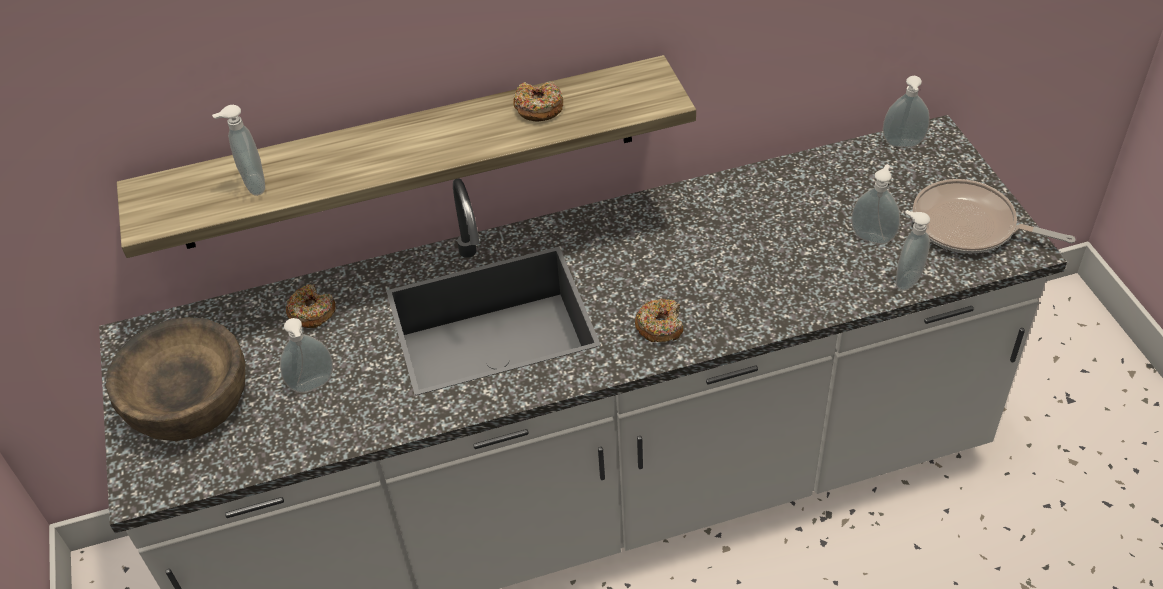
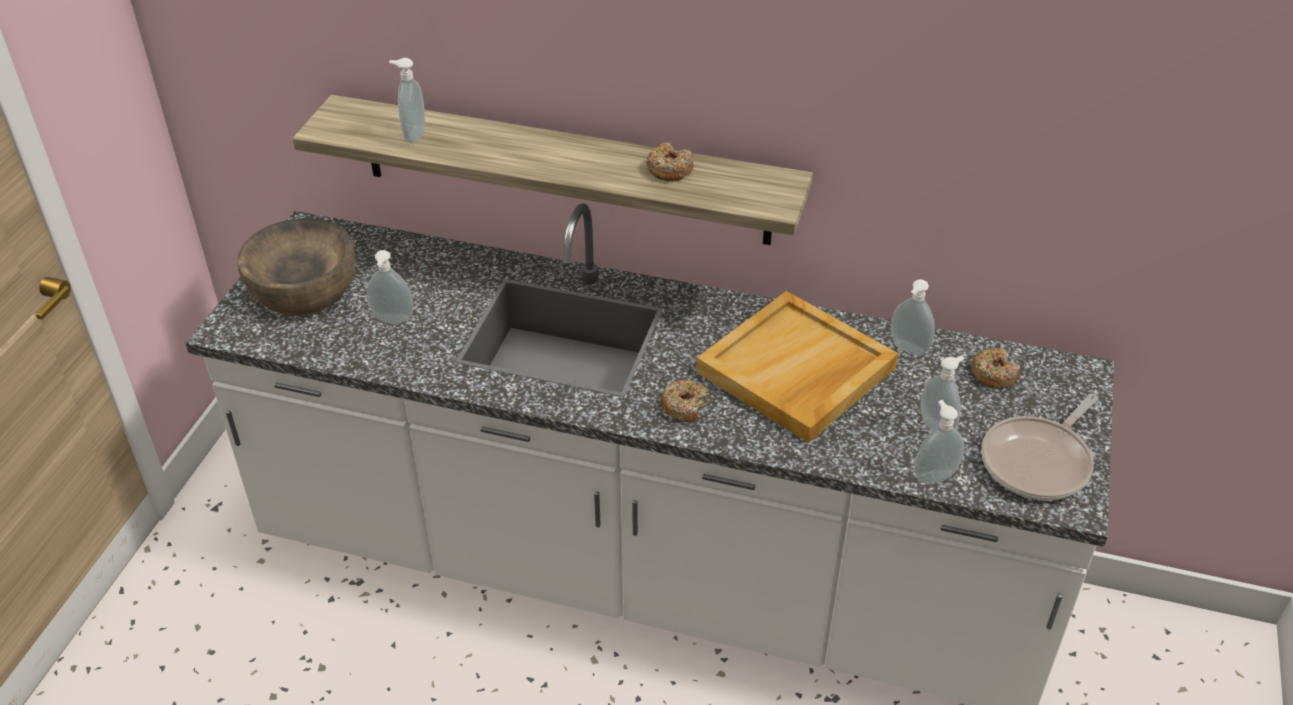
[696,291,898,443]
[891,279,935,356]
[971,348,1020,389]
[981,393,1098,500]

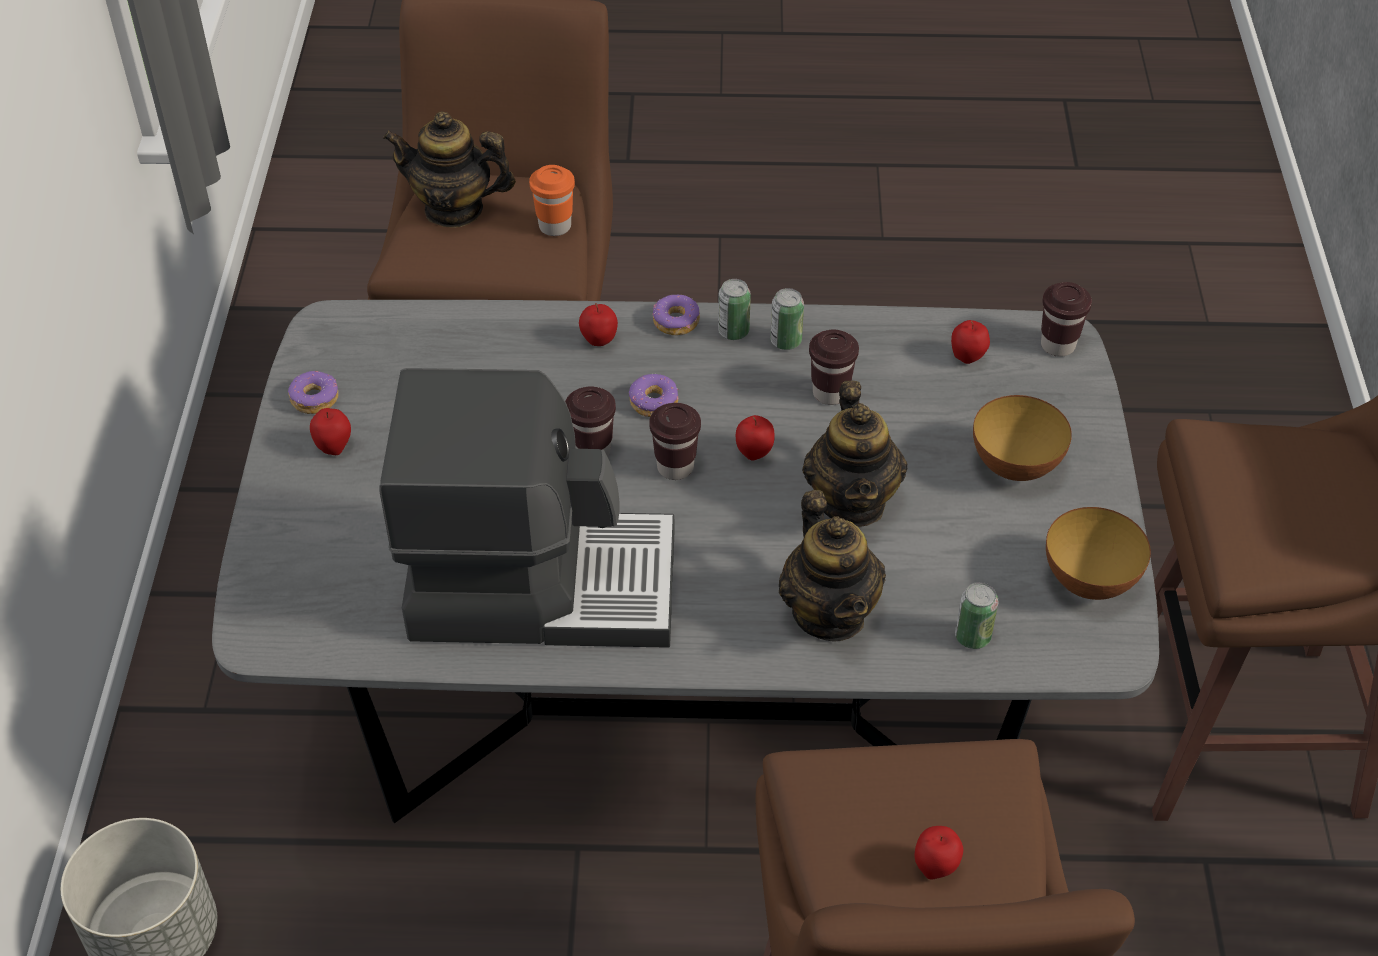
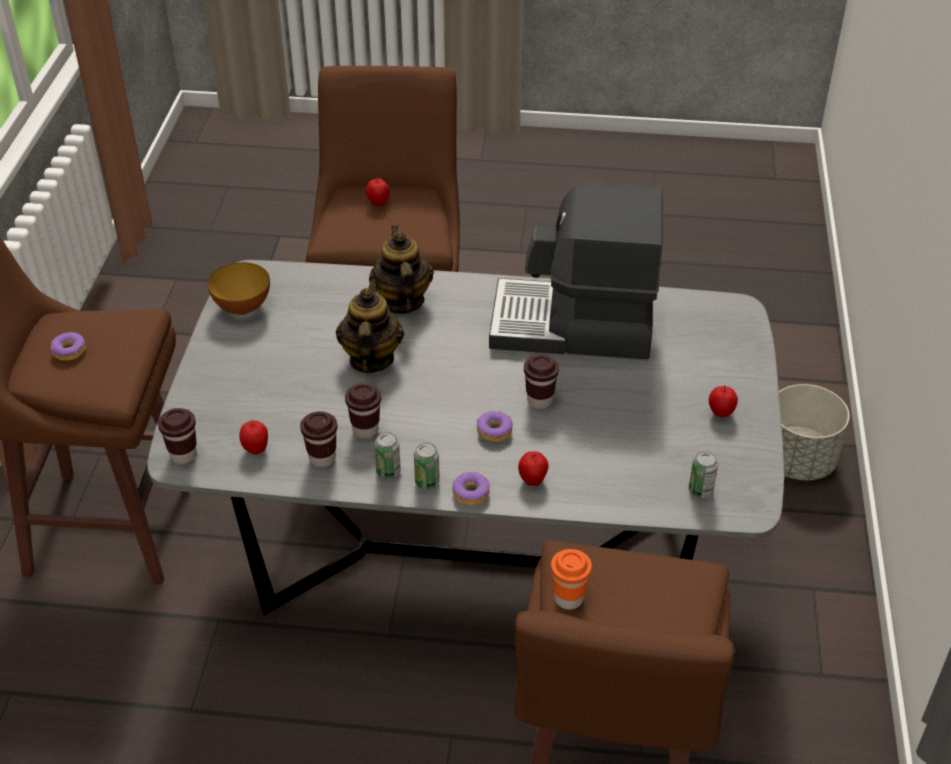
[50,332,86,361]
[300,411,338,467]
[689,451,718,498]
[383,111,516,228] (first image)
[736,415,775,460] (first image)
[973,395,1072,481] (first image)

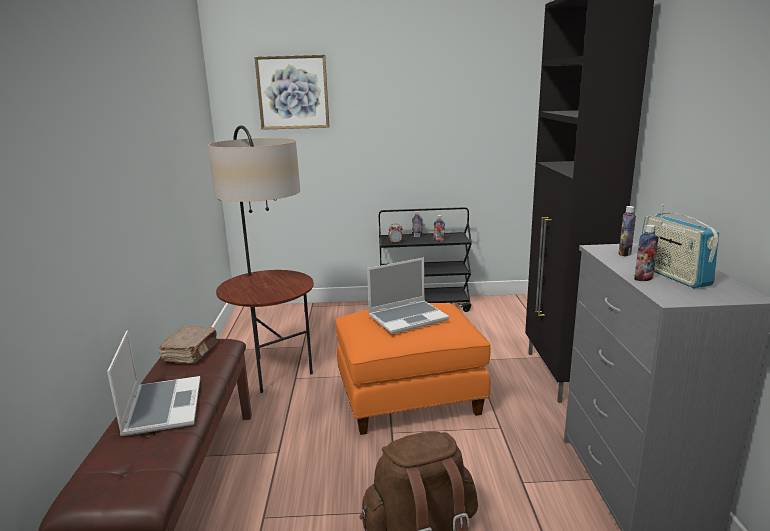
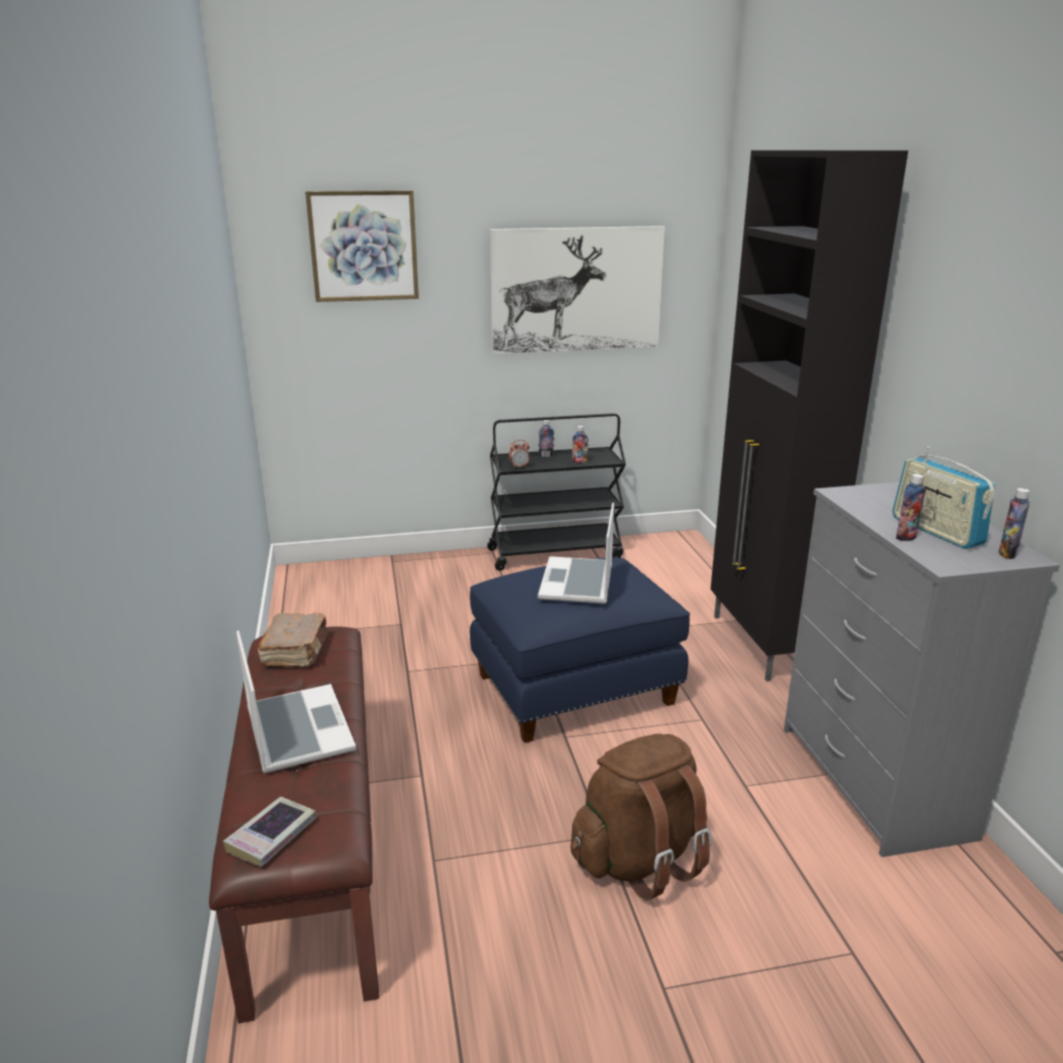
[223,797,317,867]
[470,557,690,743]
[490,226,665,354]
[538,503,614,604]
[999,488,1030,559]
[208,125,314,393] (first image)

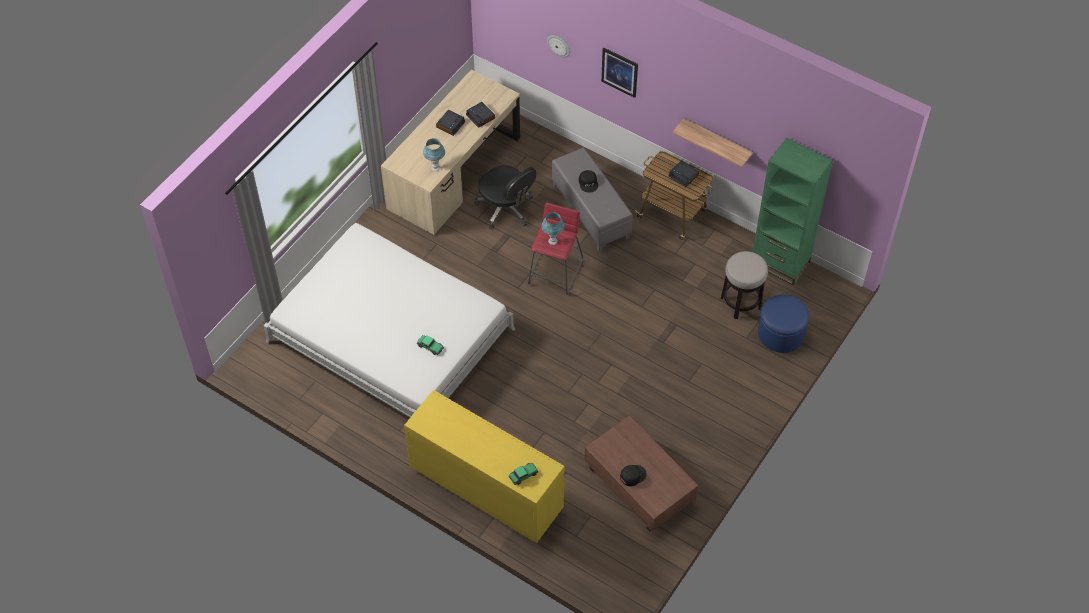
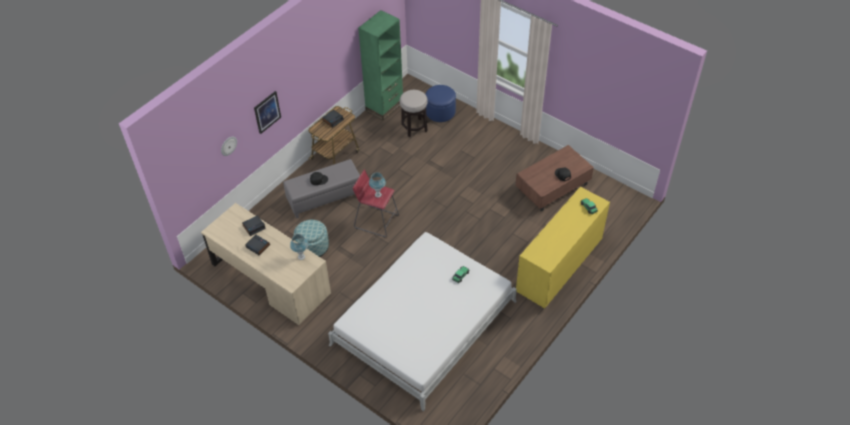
[294,220,329,257]
[672,118,753,167] (first image)

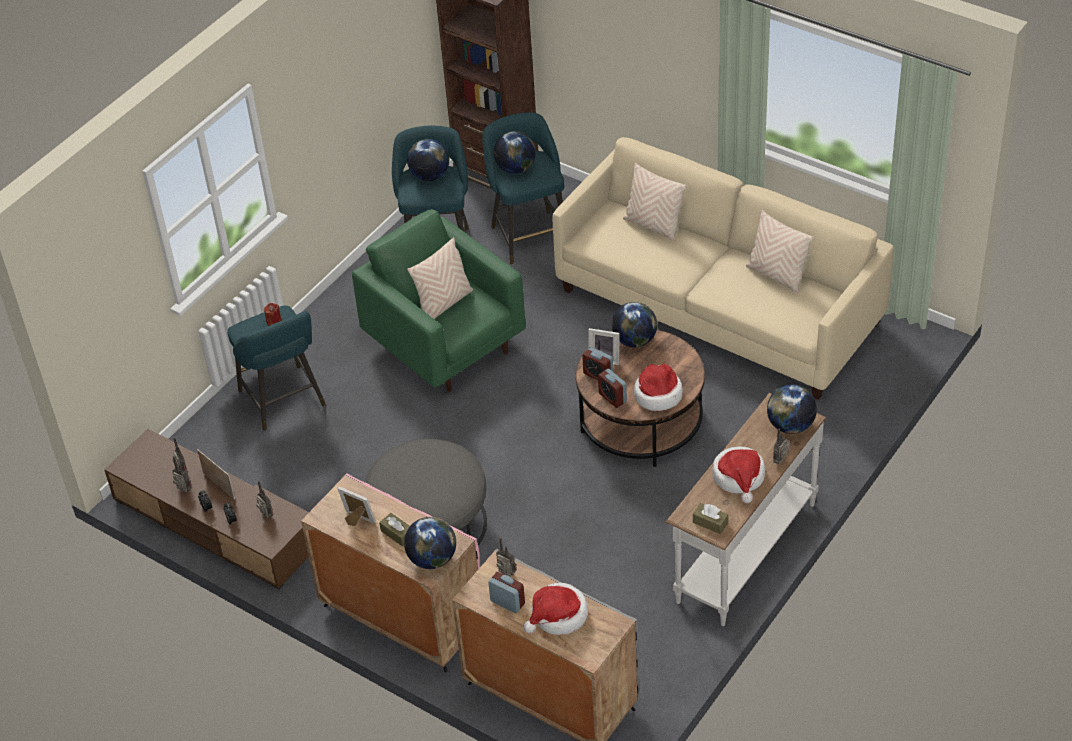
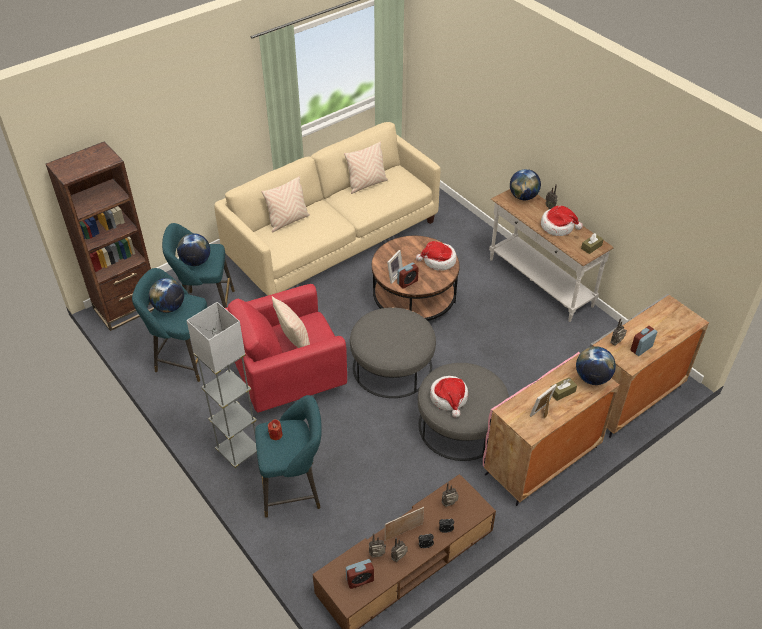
[186,302,257,469]
[225,284,347,412]
[346,559,374,589]
[350,307,436,398]
[430,376,468,418]
[612,302,657,347] (first image)

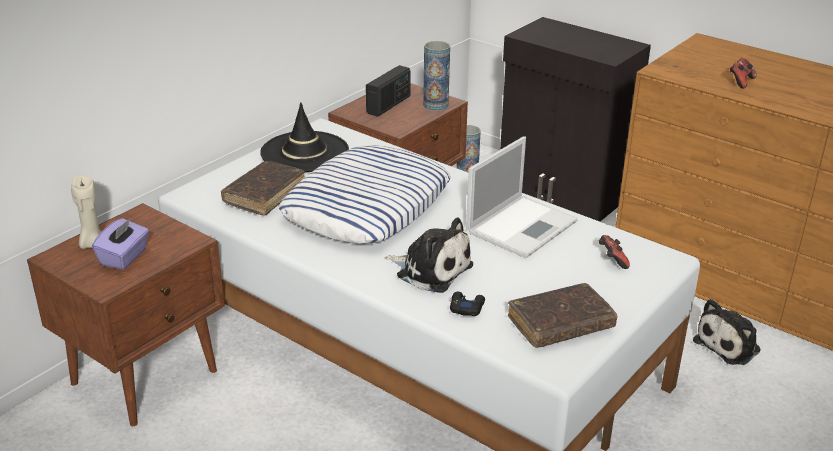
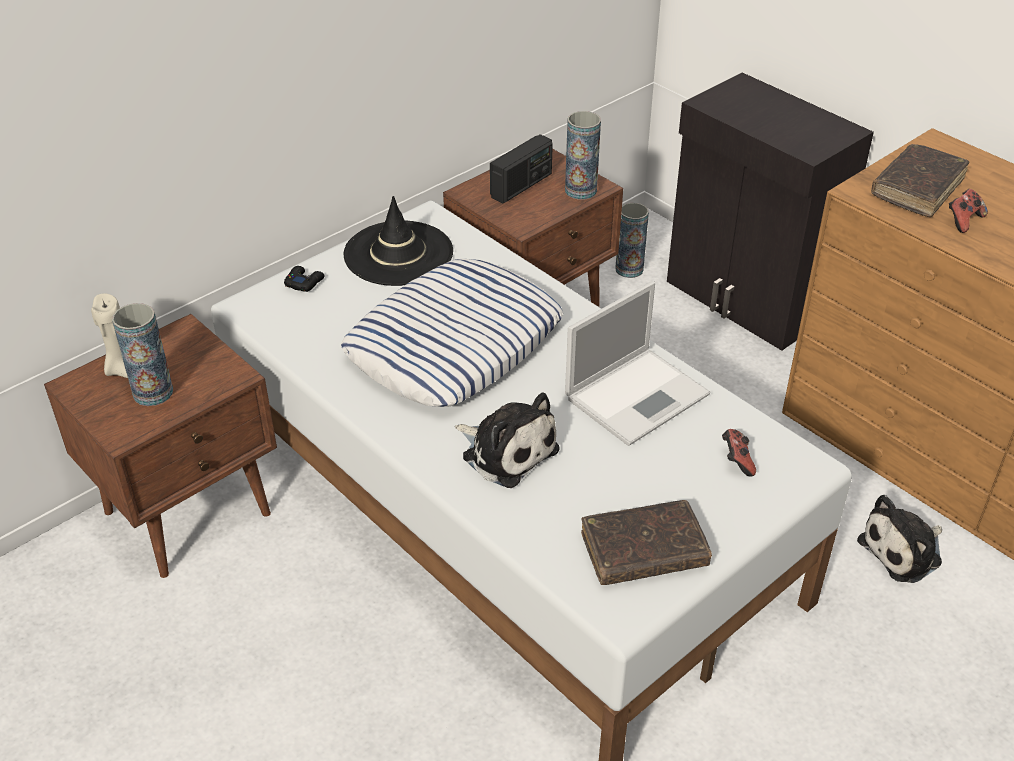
[112,303,173,406]
[284,266,325,292]
[871,144,969,217]

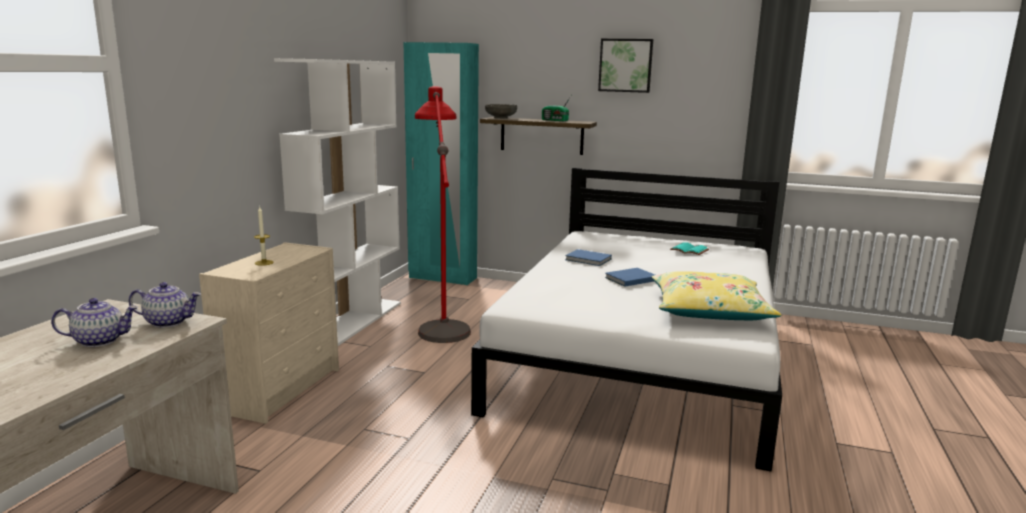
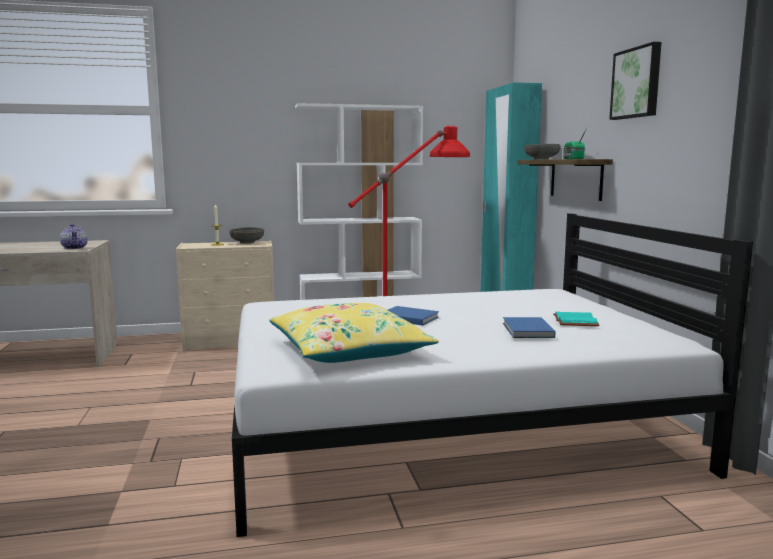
[229,227,264,244]
[503,317,555,338]
[51,298,138,347] (first image)

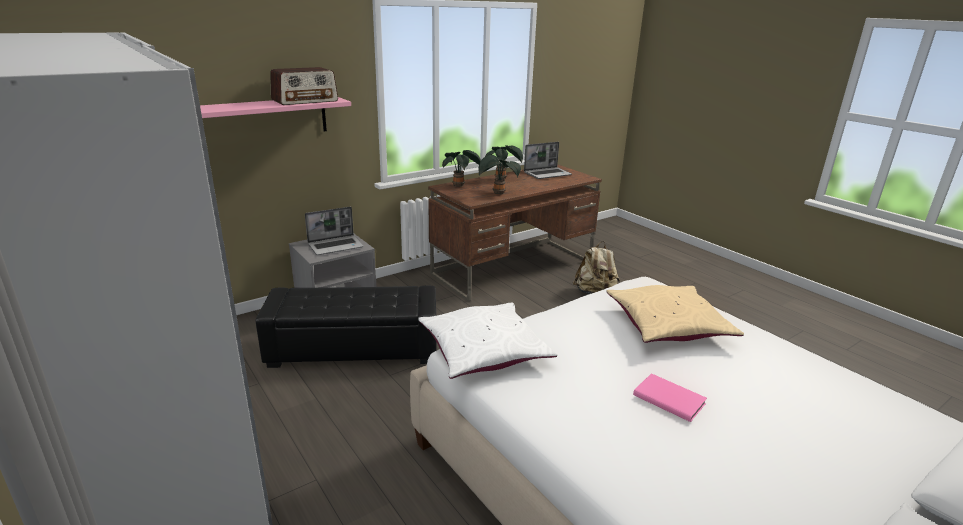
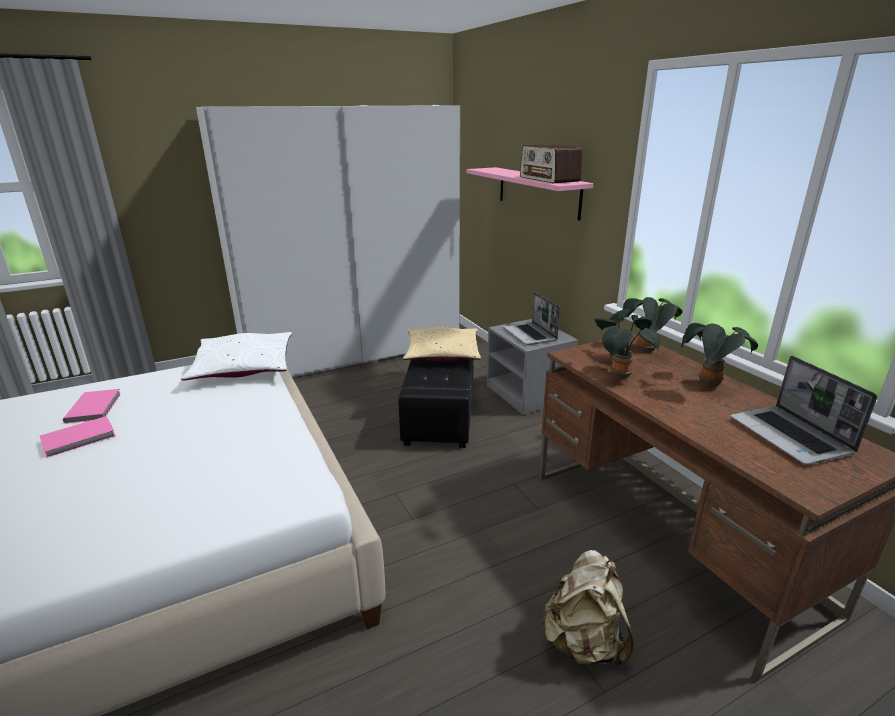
[63,389,121,424]
[403,327,481,361]

